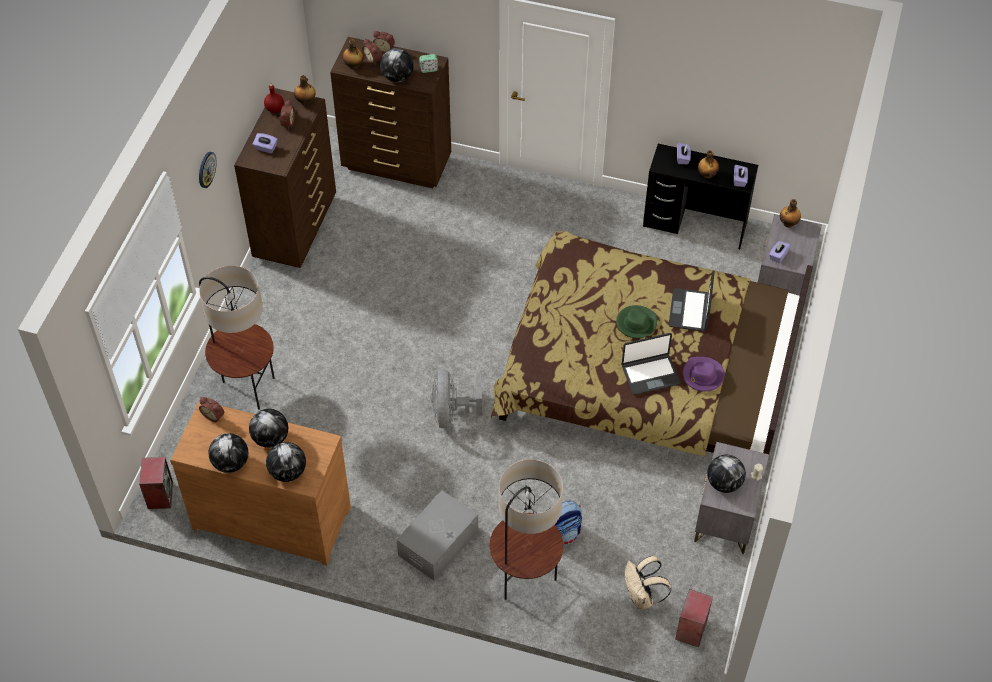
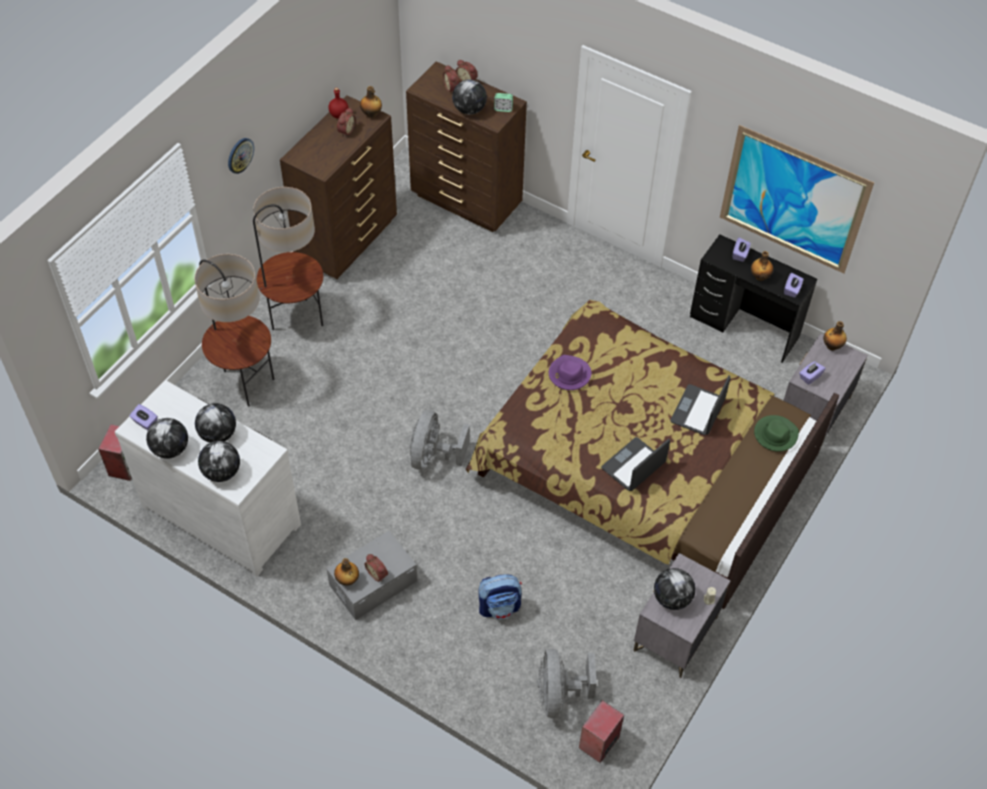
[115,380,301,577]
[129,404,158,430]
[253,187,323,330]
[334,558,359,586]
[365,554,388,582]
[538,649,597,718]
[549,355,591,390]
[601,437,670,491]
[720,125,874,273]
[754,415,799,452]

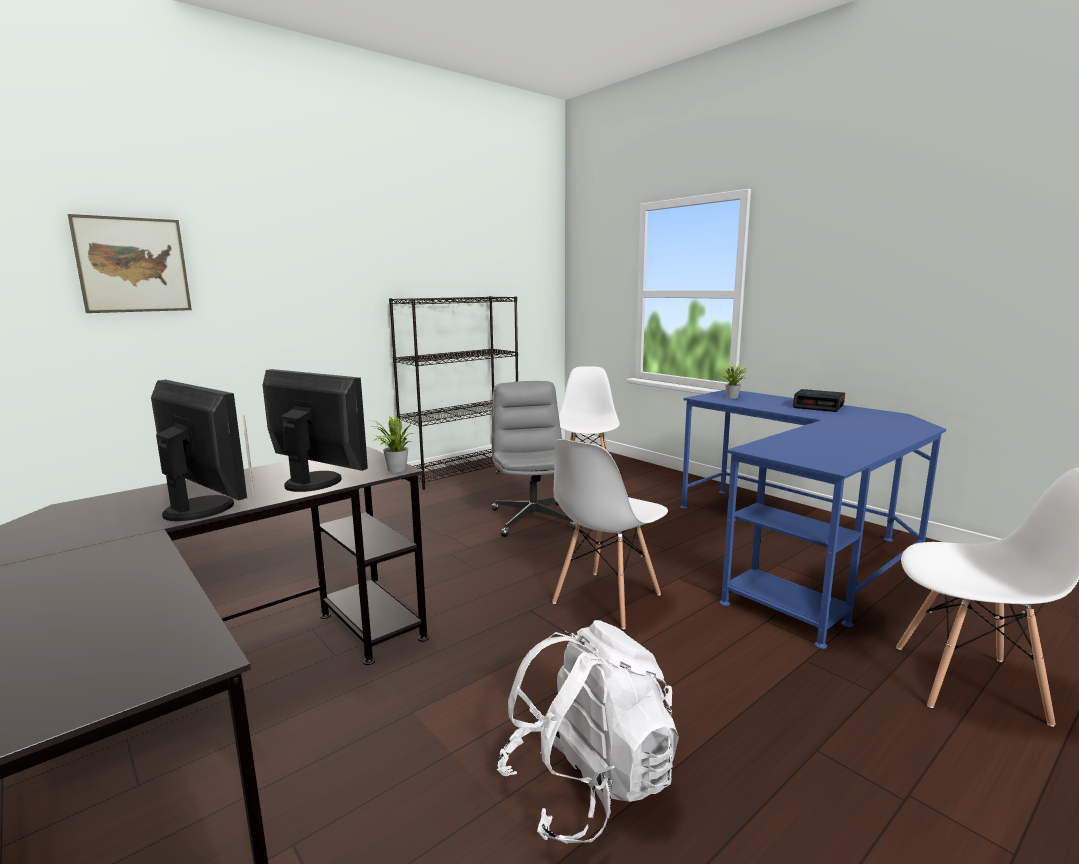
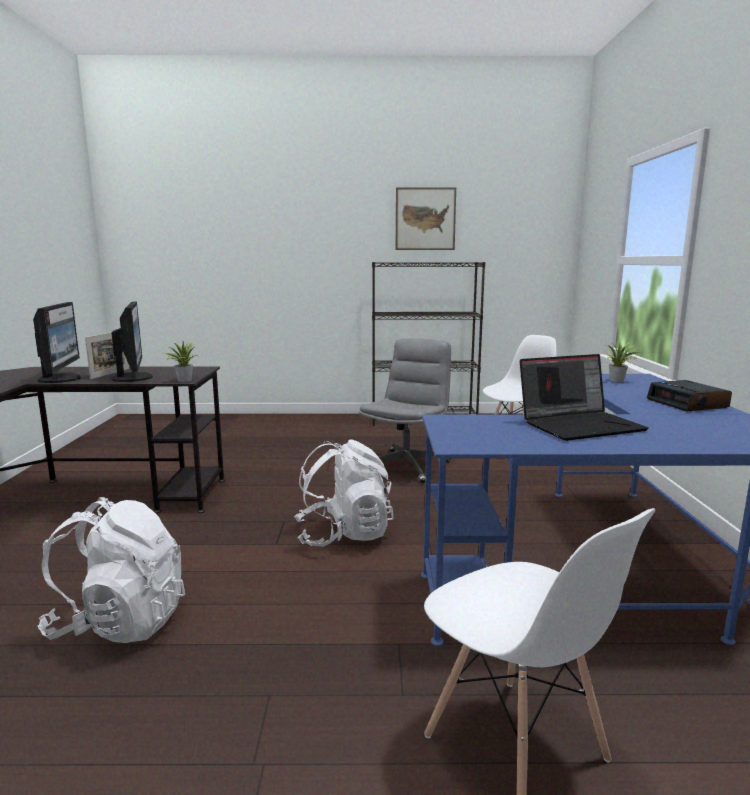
[294,439,394,547]
[396,187,456,250]
[520,354,649,441]

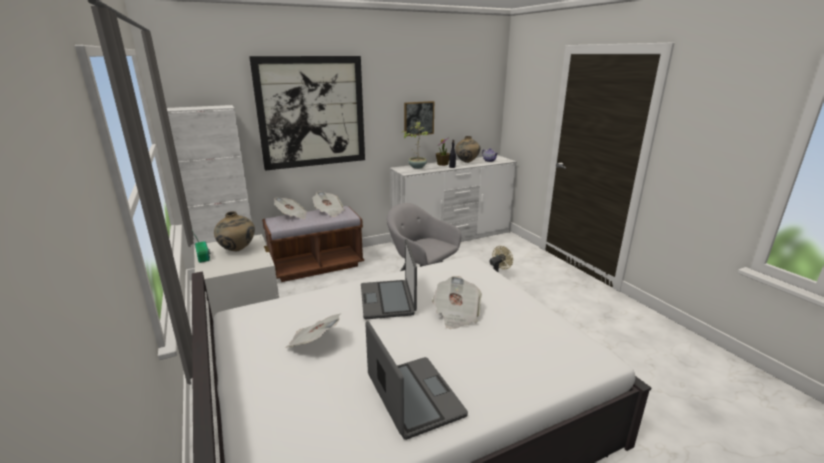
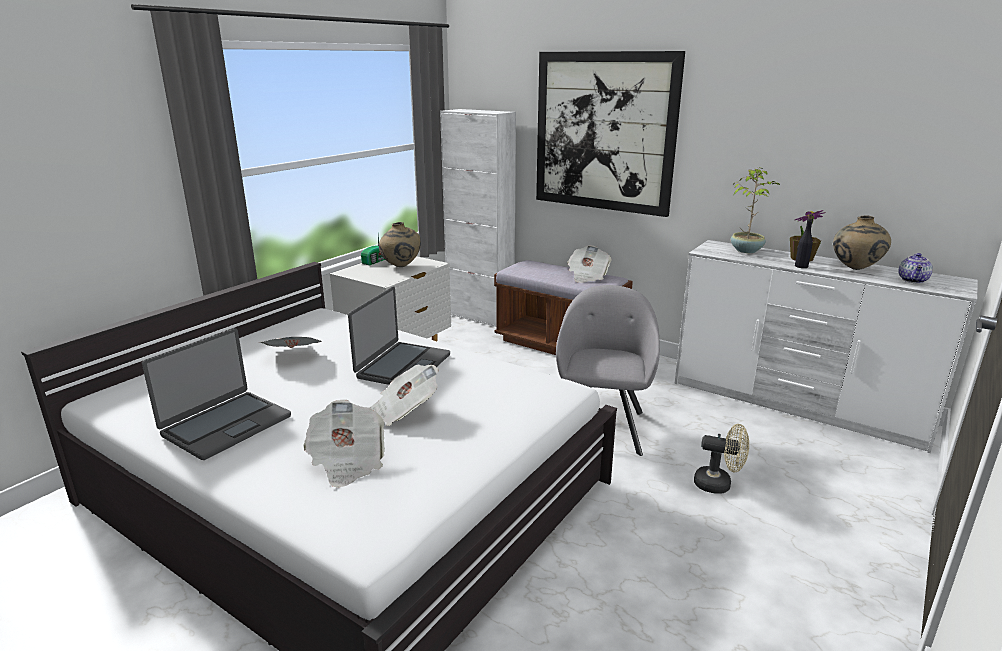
[303,400,385,488]
[348,286,450,385]
[404,101,434,136] (first image)

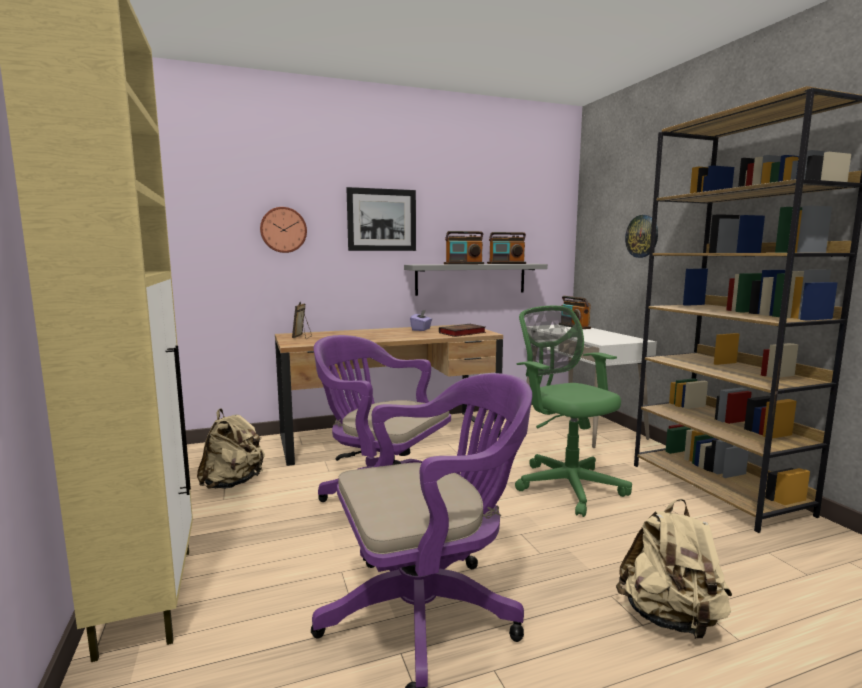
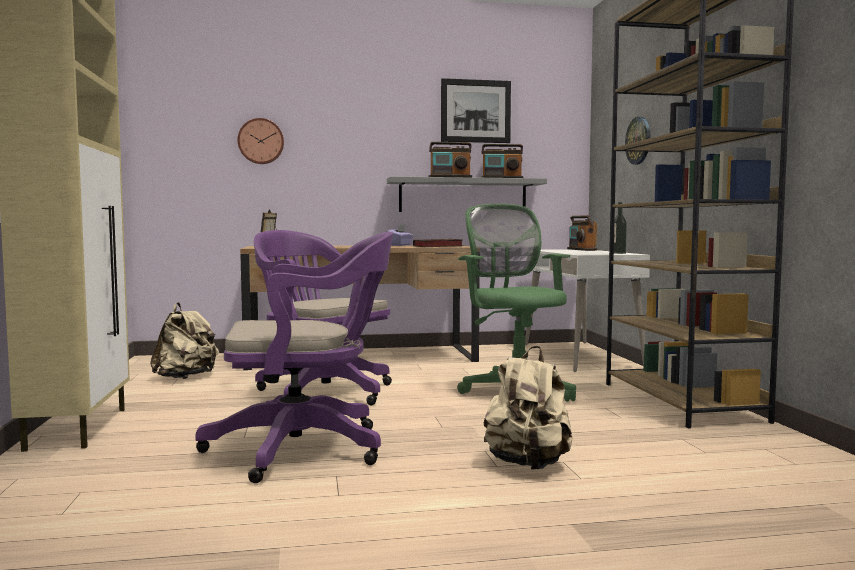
[441,78,511,143]
[614,202,627,254]

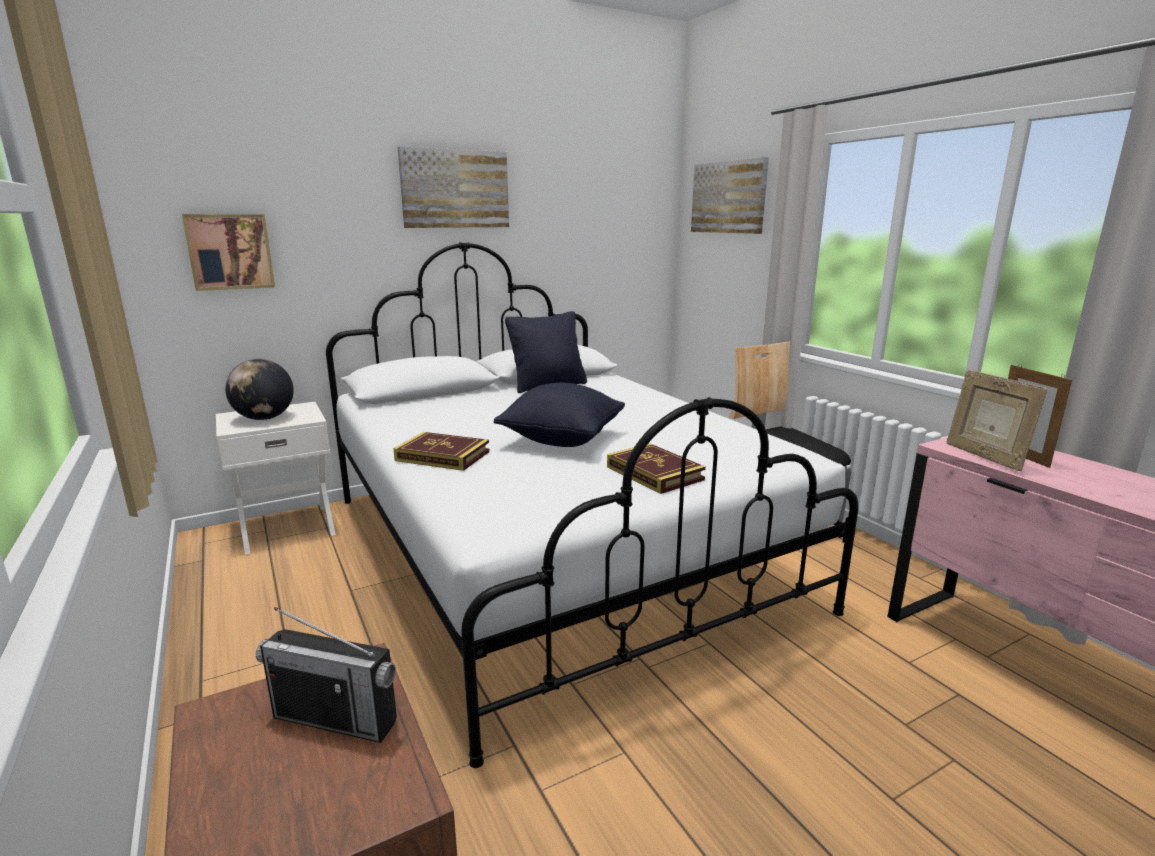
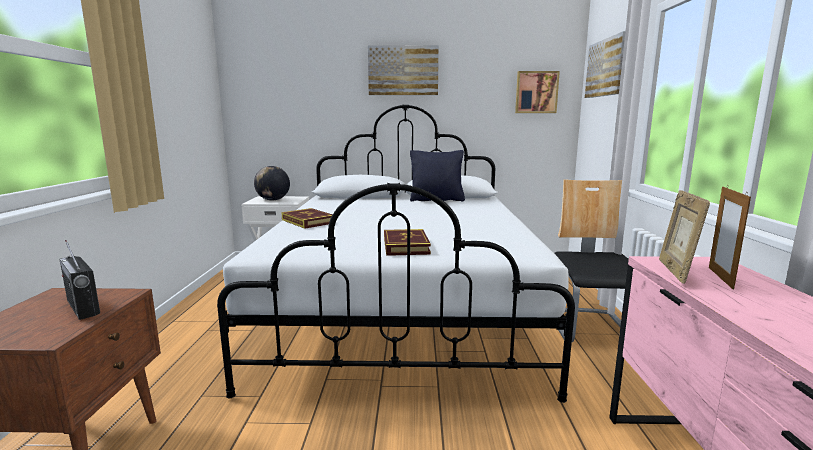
[515,71,560,113]
[493,383,625,447] (first image)

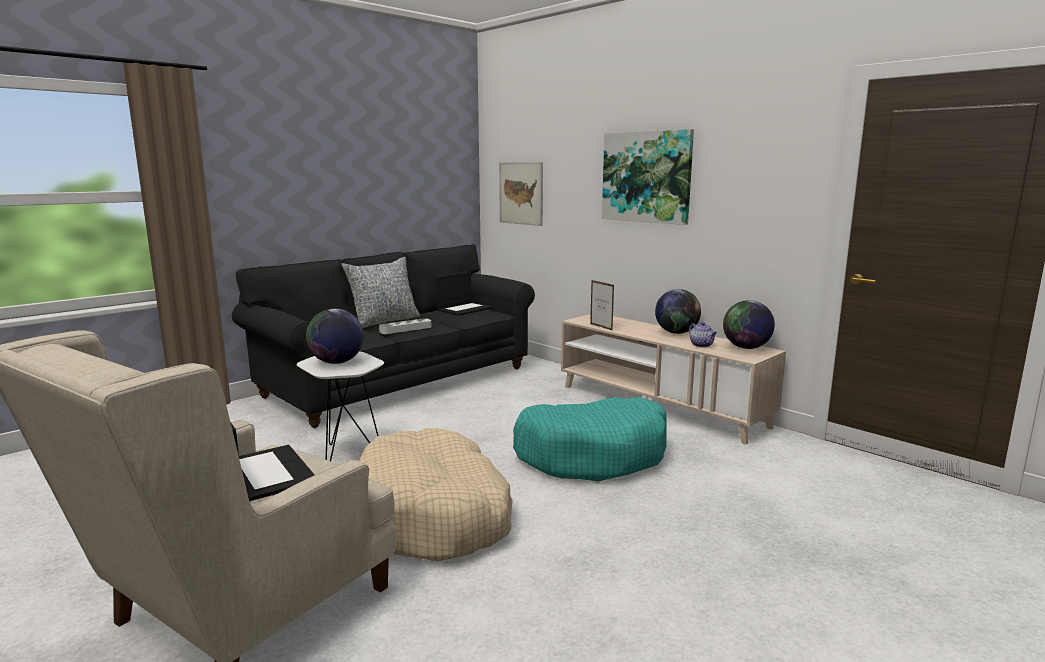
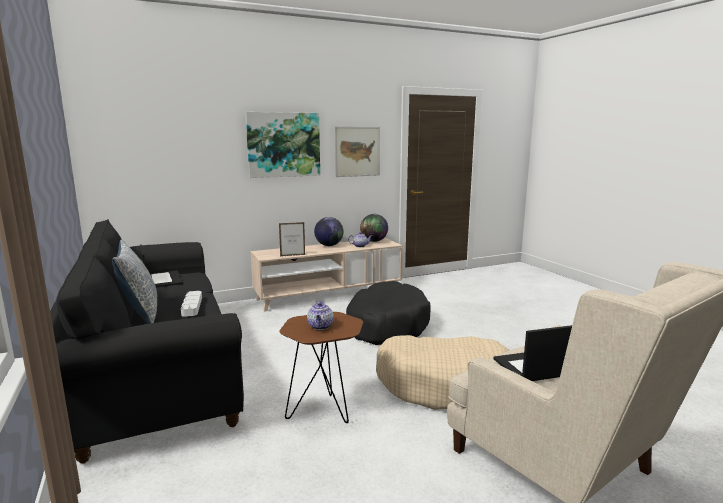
[279,312,363,423]
[307,301,334,330]
[334,127,380,177]
[346,281,431,345]

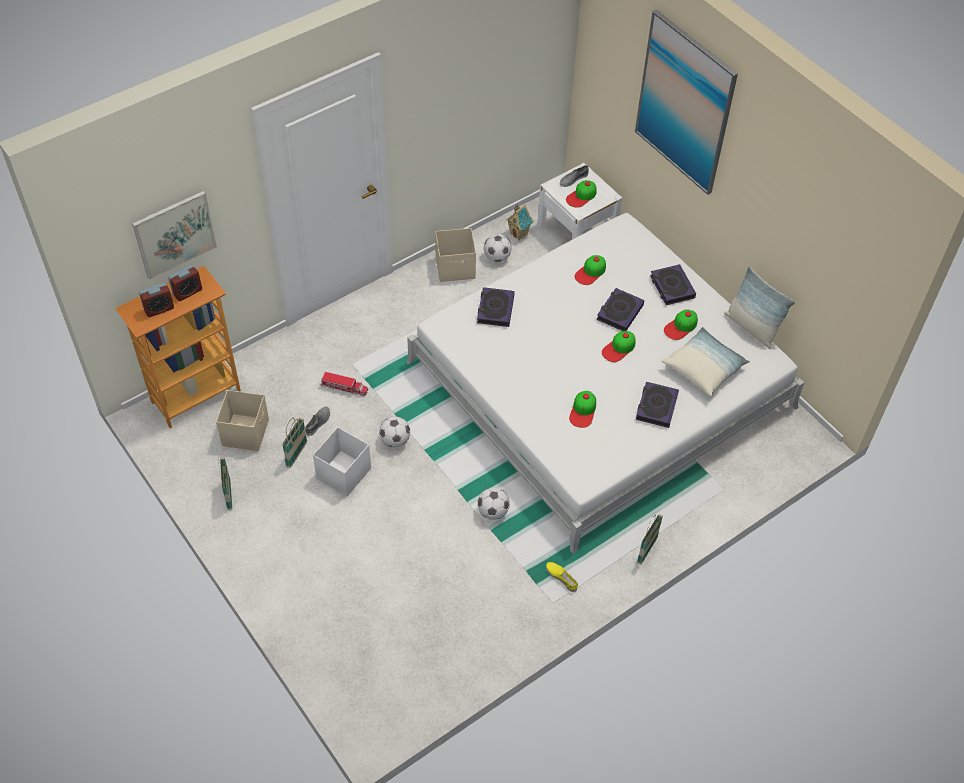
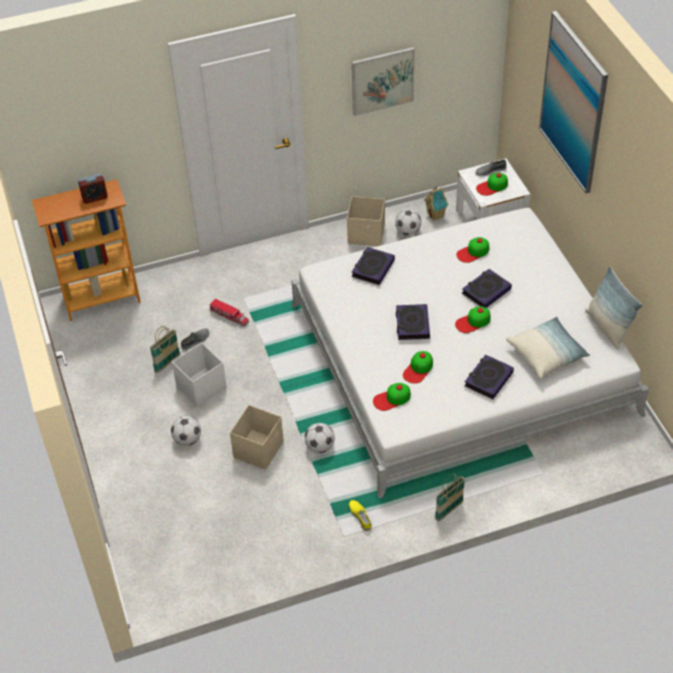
[171,416,201,446]
[230,405,284,470]
[352,47,415,116]
[373,383,411,411]
[396,304,430,340]
[139,283,174,317] (first image)
[218,457,232,510] (first image)

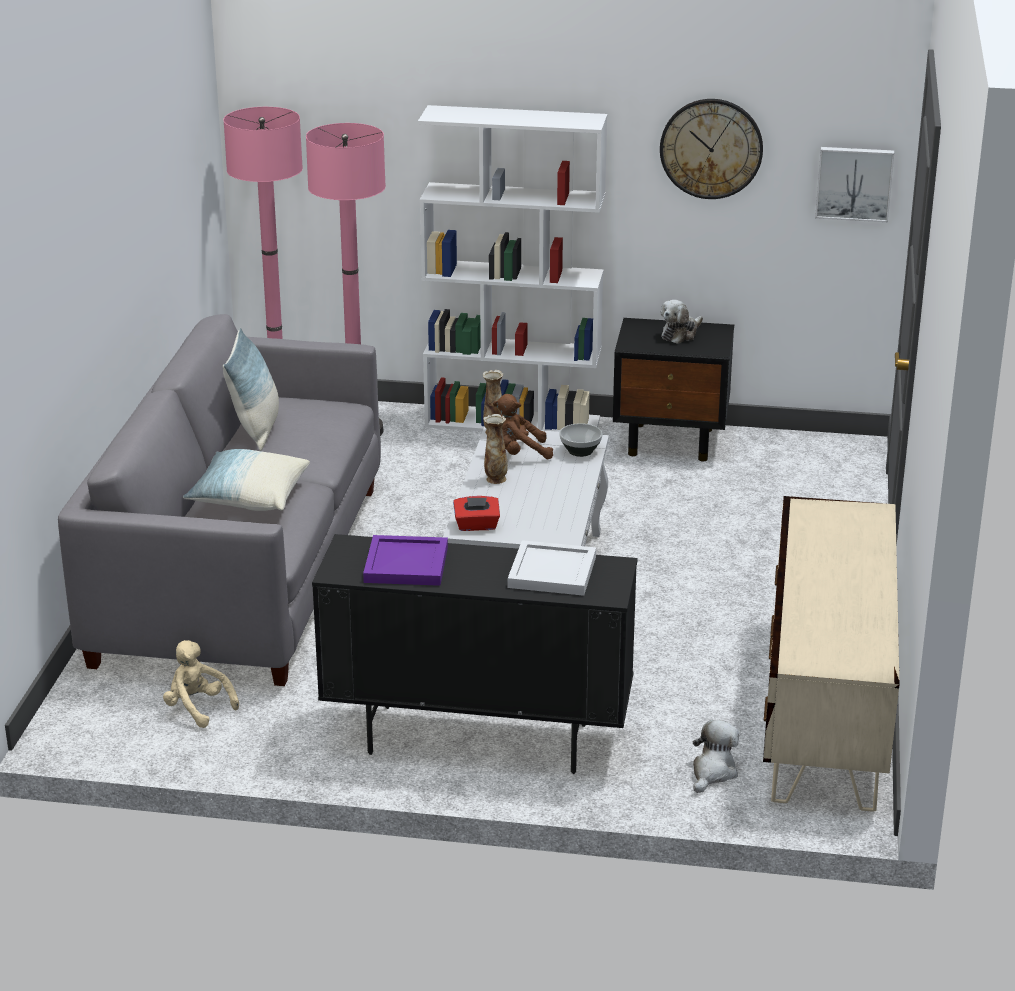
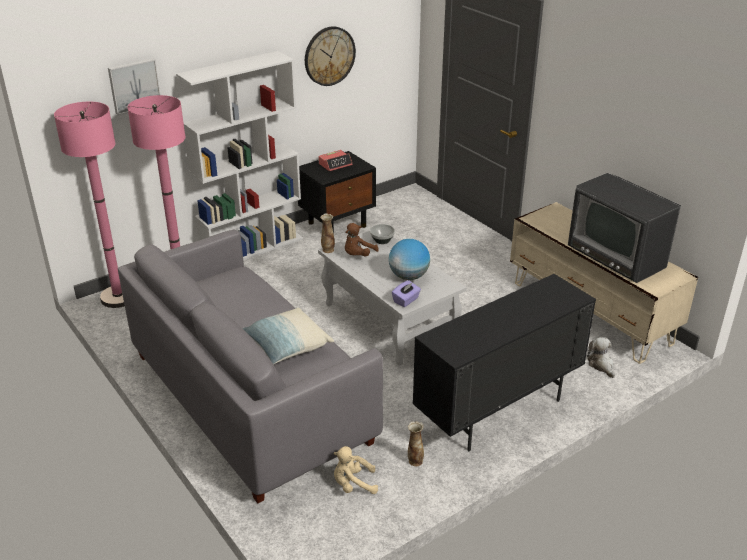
[108,58,160,115]
[318,150,353,171]
[389,239,430,280]
[392,280,421,307]
[408,421,424,466]
[568,173,681,283]
[223,328,279,451] (first image)
[363,535,448,586] (first image)
[508,540,596,596] (first image)

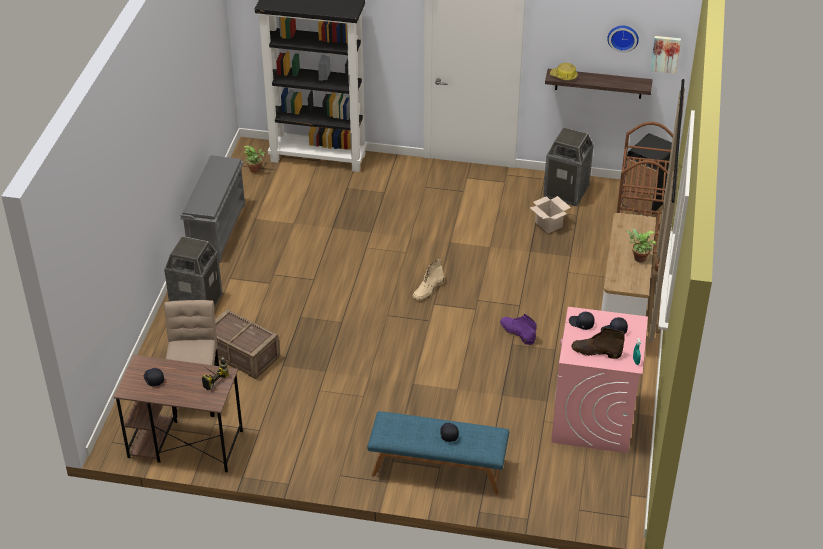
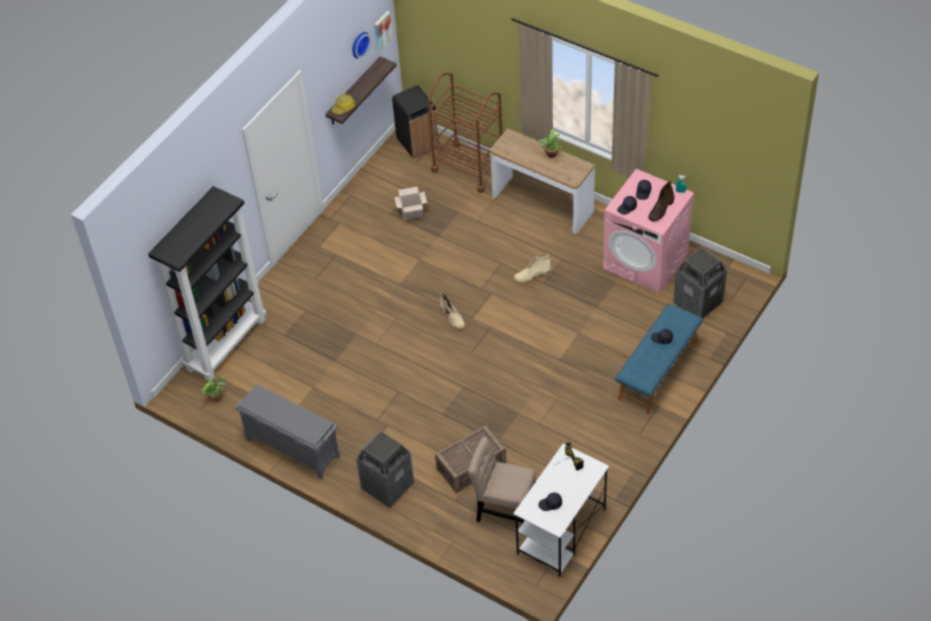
[513,443,609,577]
[514,254,551,282]
[673,247,727,319]

